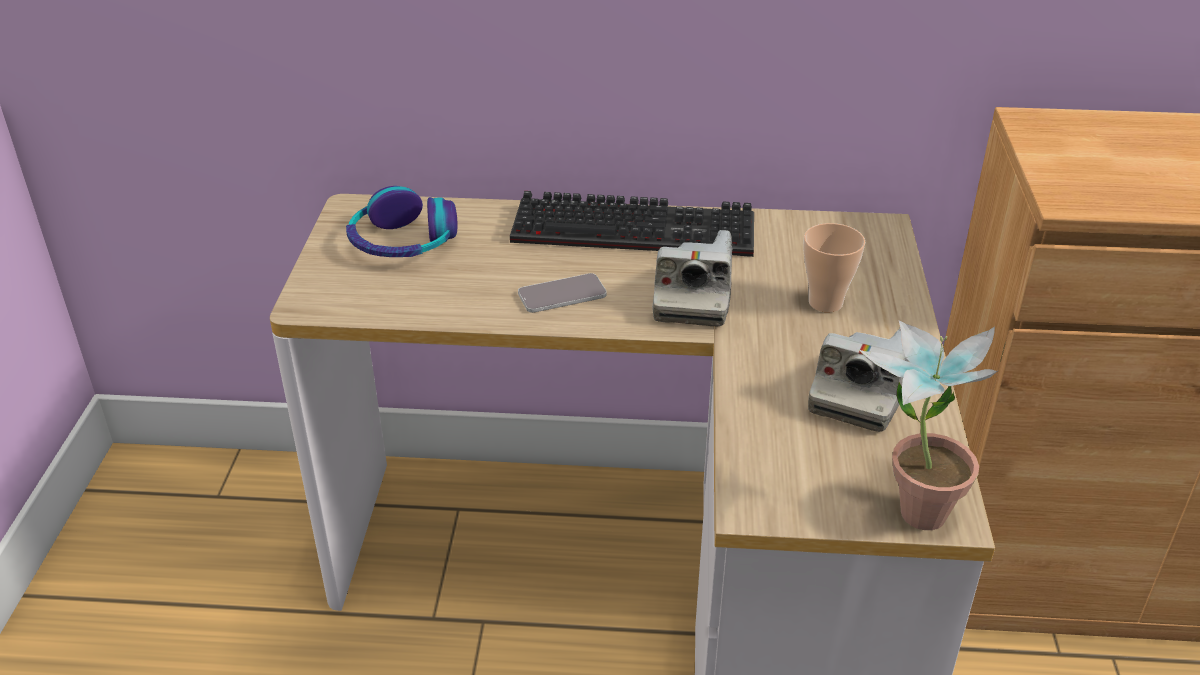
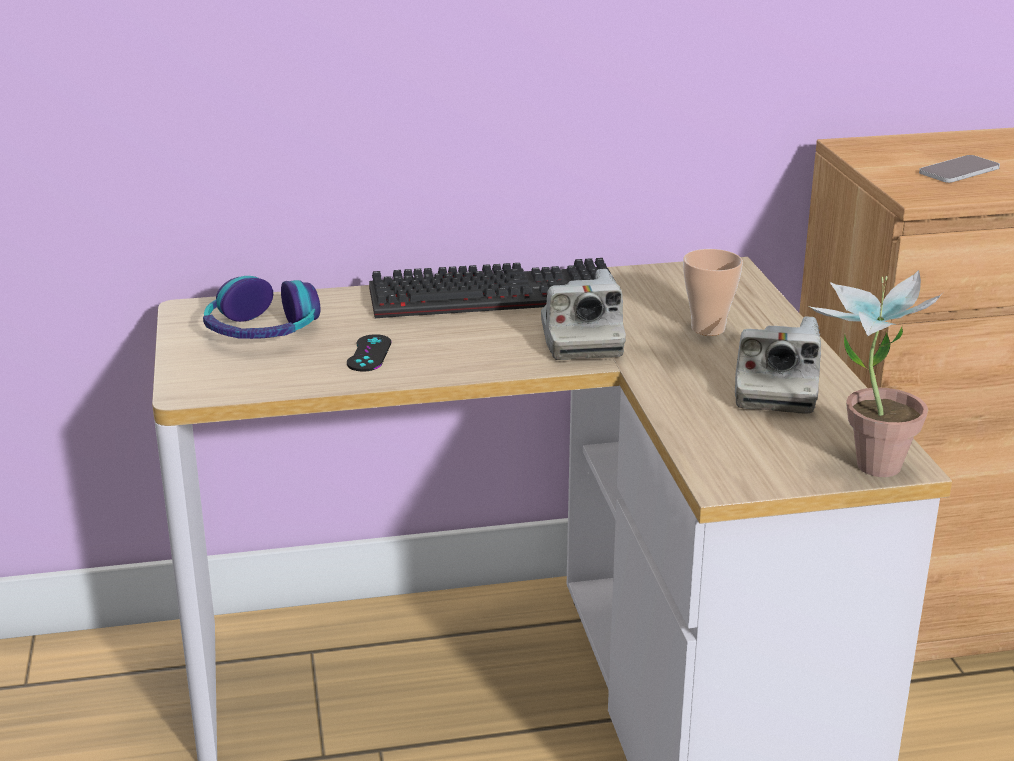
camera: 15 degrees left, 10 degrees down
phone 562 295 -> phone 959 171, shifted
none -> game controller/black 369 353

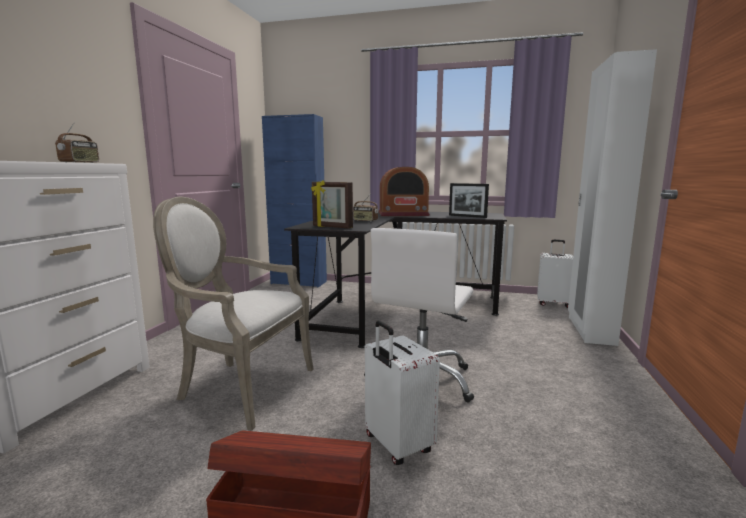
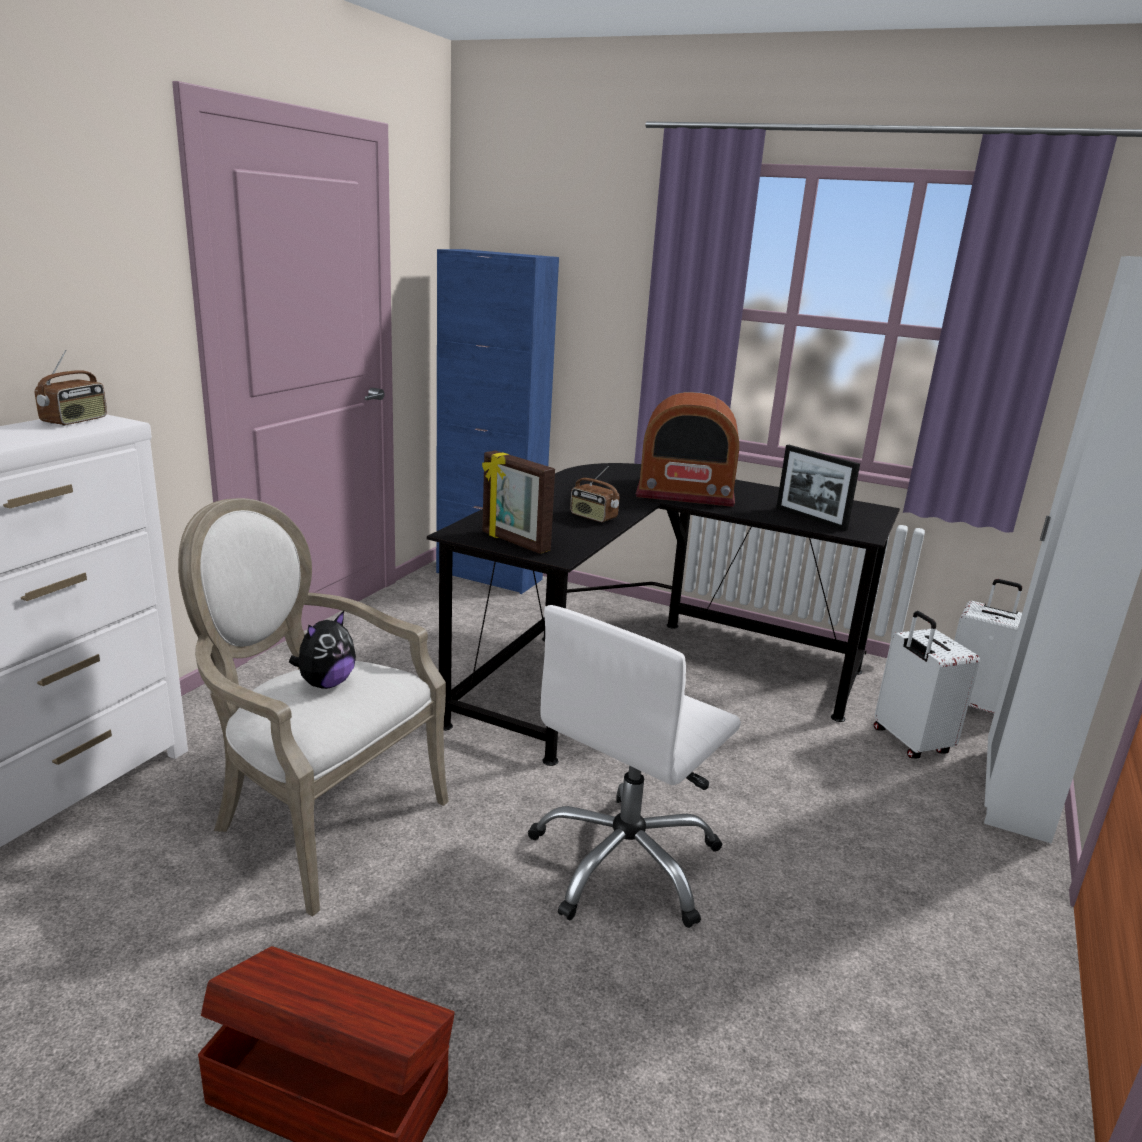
camera: 10 degrees right, 10 degrees up
suitcase/white 397 445 -> suitcase/white 909 742, shifted
none -> plush toy 326 683

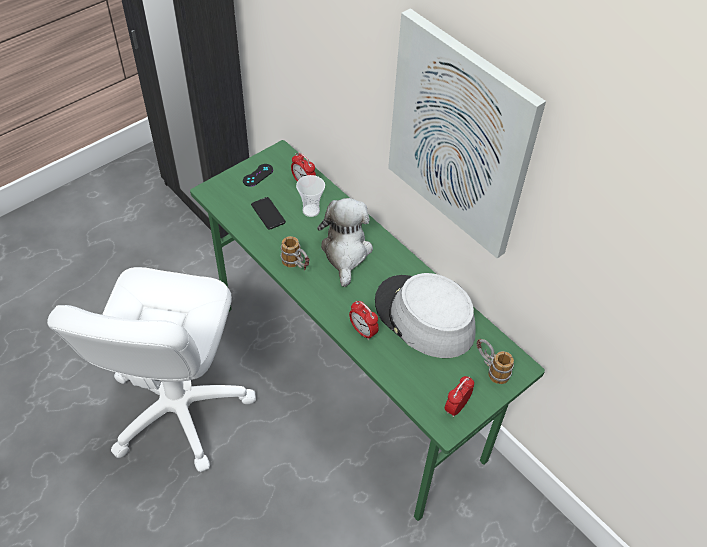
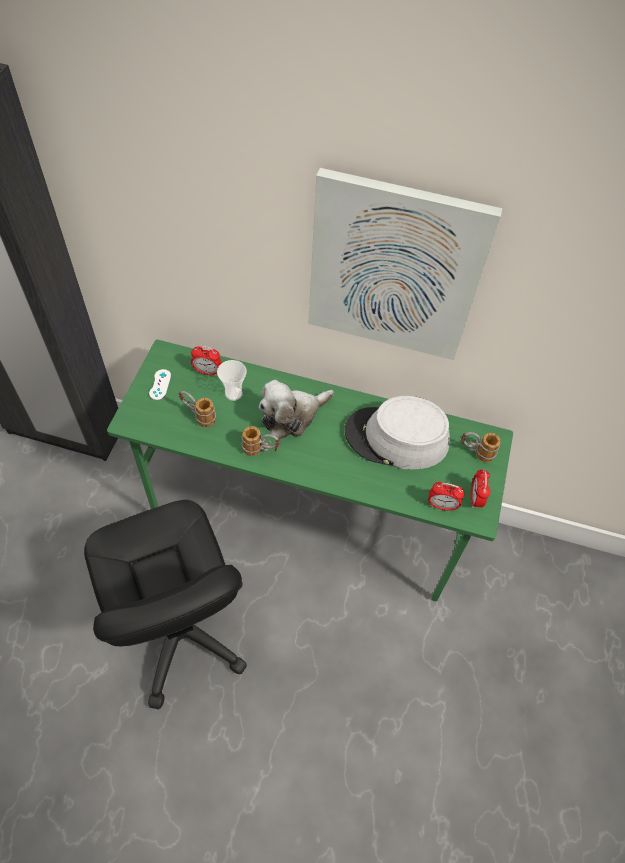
camera: 35 degrees left, 5 degrees up
office chair/white 178 408 -> office chair/black 179 631
game controller/black 258 175 -> game controller/white 160 384
phone 268 214 -> mug 198 416
plush toy 346 252 -> plush toy 292 416, 90 degrees counterclockwise
alarm clock 363 331 -> alarm clock 442 505, shifted

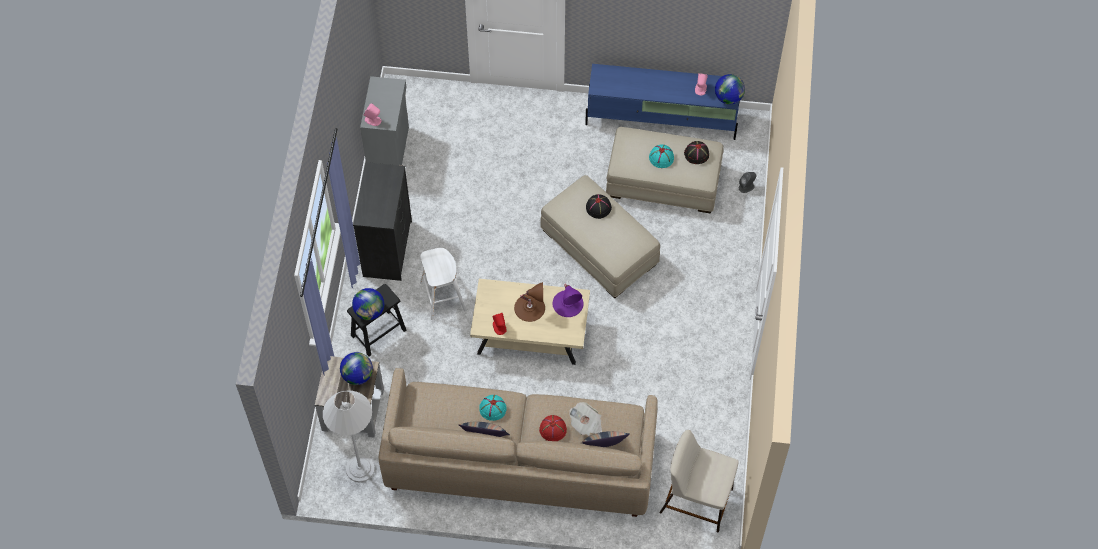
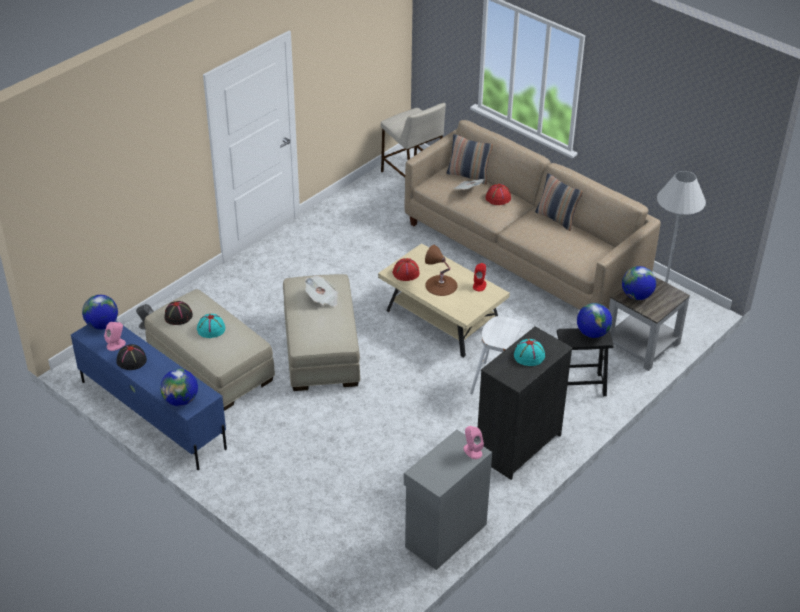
camera: 145 degrees left, 20 degrees down
hat/turquoise 492 408 -> hat/turquoise 529 355, shifted
table lamp/purple 568 303 -> hat/red 405 273
hat/black 598 207 -> hat/black 131 360, shifted
none -> globe 181 400
none -> newspaper 322 299

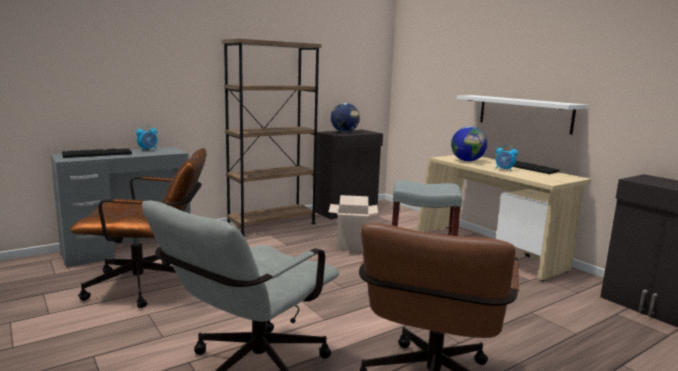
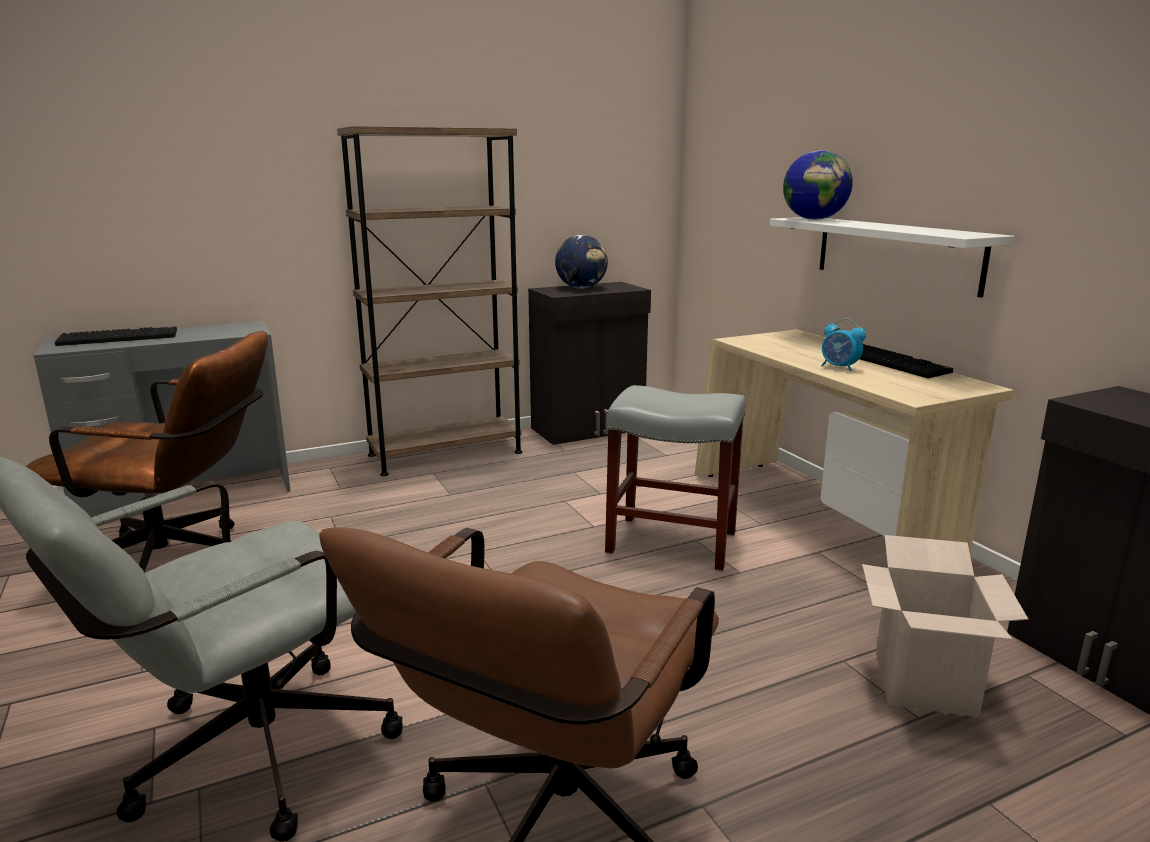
camera: 10 degrees right, 5 degrees up
alarm clock 148 149 -> none
cardboard box 351 245 -> cardboard box 924 683, shifted
globe 467 161 -> globe 814 219, shifted

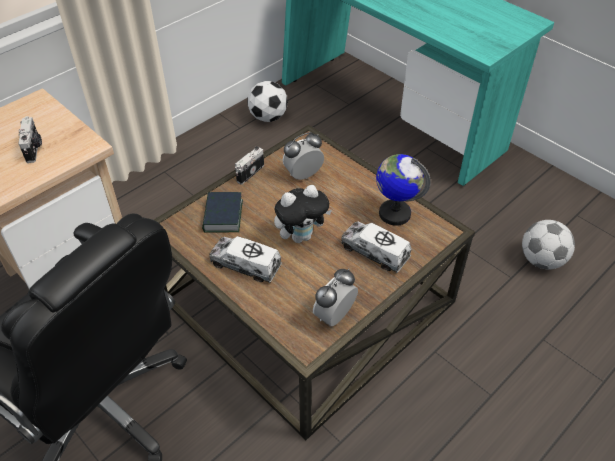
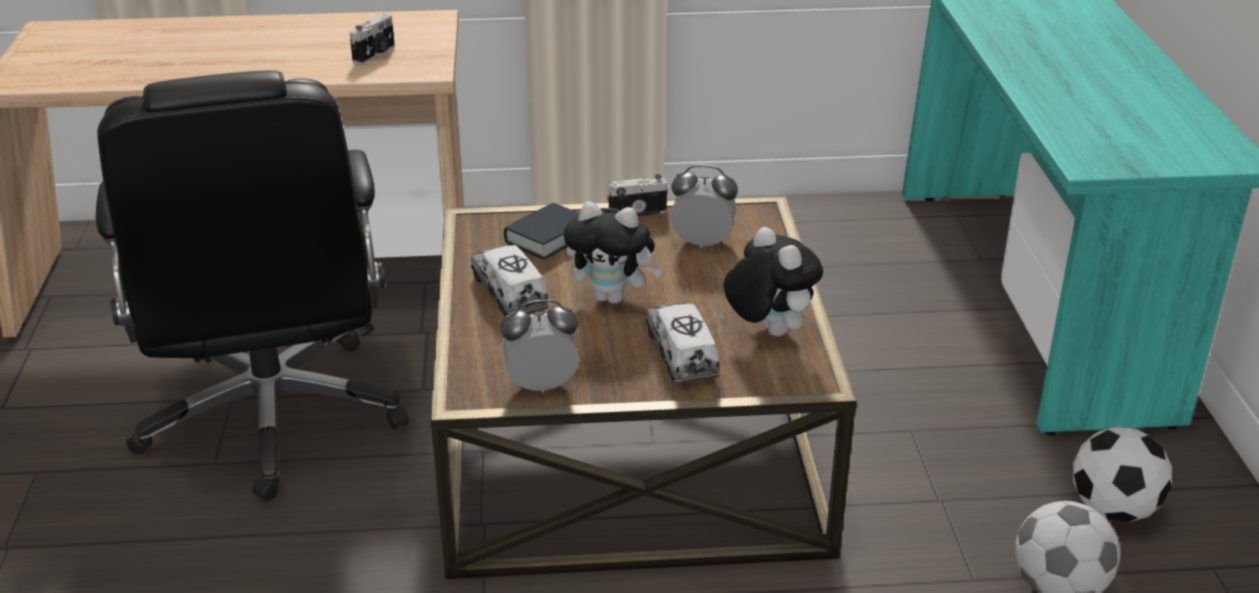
camera: 40 degrees right, 15 degrees down
football 268 117 -> football 1113 510, shifted
globe 394 213 -> plush toy 768 331

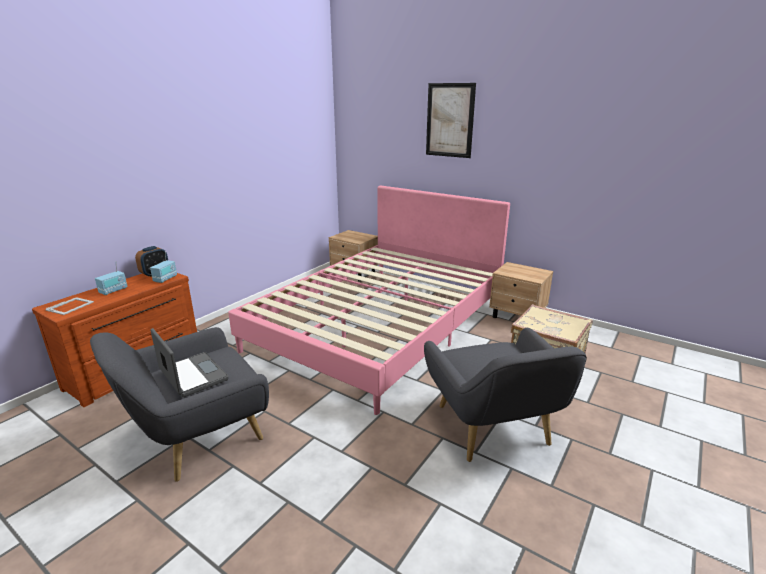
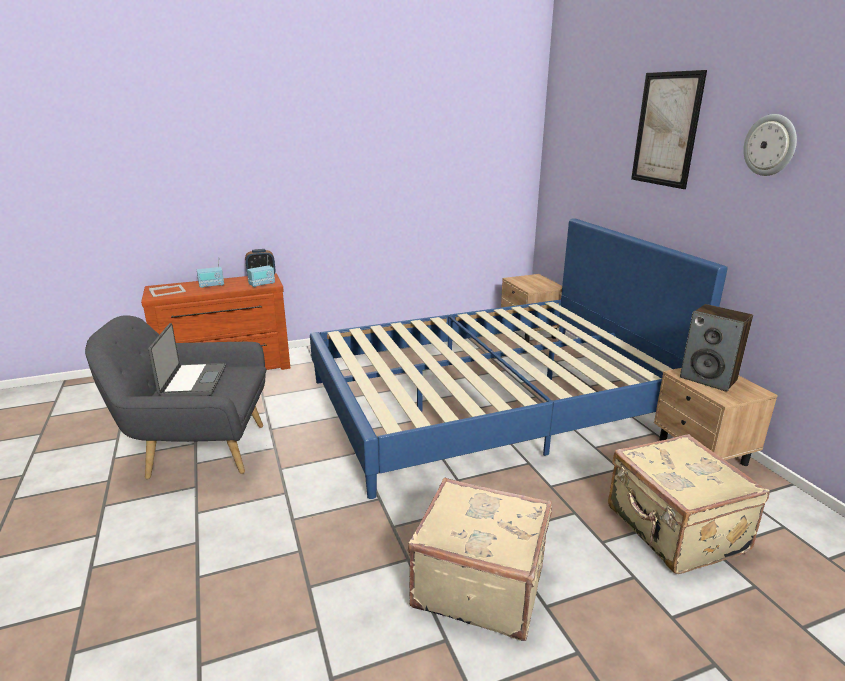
camera: 35 degrees right, 0 degrees up
bed/pink 381 325 -> bed/blue 490 401
armchair/grey 493 430 -> suitcase/beige 479 583
none -> speaker 709 379
none -> wall clock 770 145

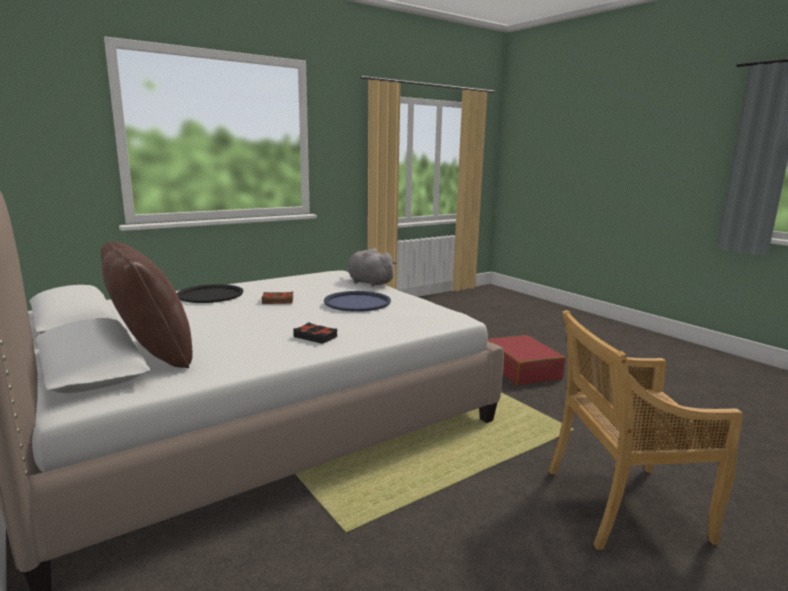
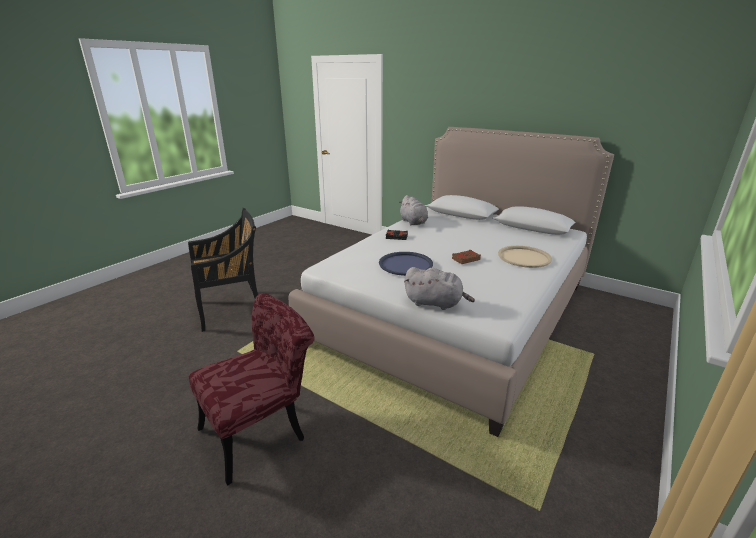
camera: 160 degrees right, 10 degrees up
pillow/brown 152 356 -> none
tray/black 210 295 -> tray/beige 524 257
suitcase/red 522 370 -> chair/red 262 429
chair/beige 622 505 -> chair/black 232 309
none -> plush toy/grey 414 222

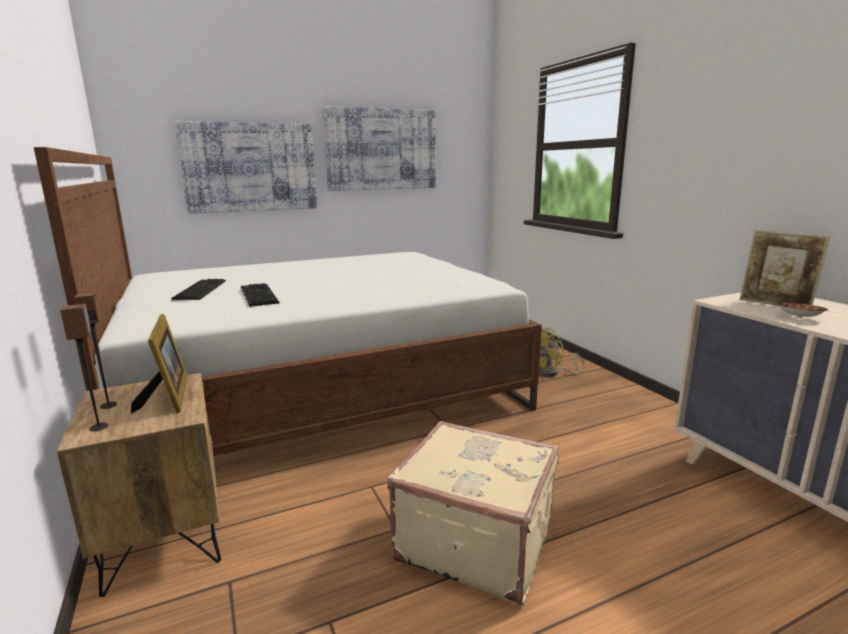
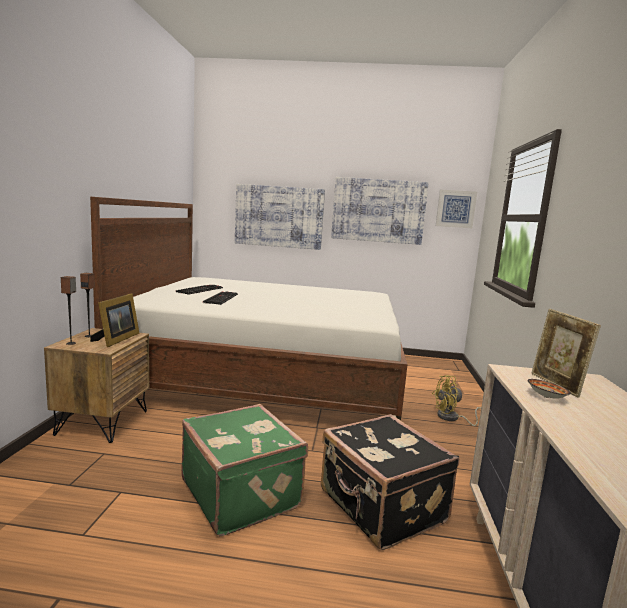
camera: 30 degrees right, 5 degrees down
suitcase/beige 475 540 -> suitcase/green 242 493
none -> suitcase/black 381 507
none -> picture 455 209

